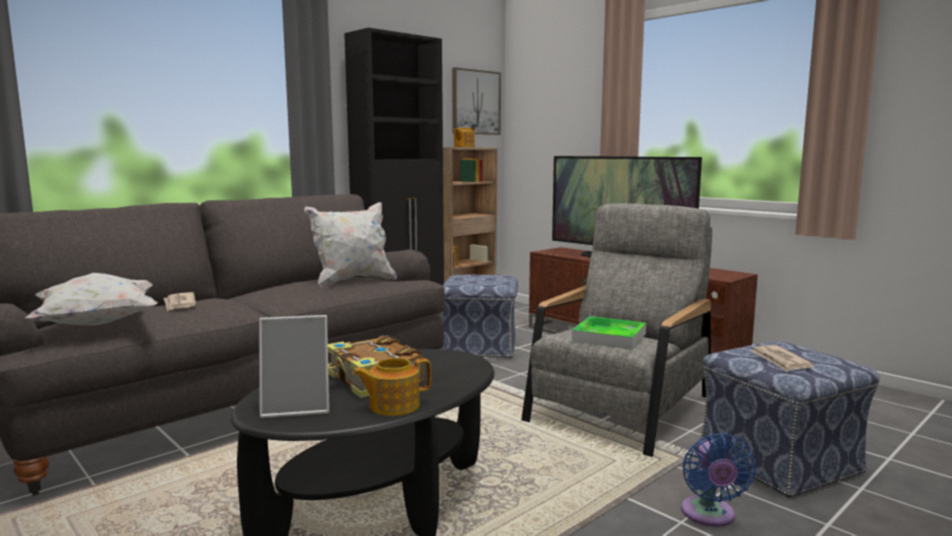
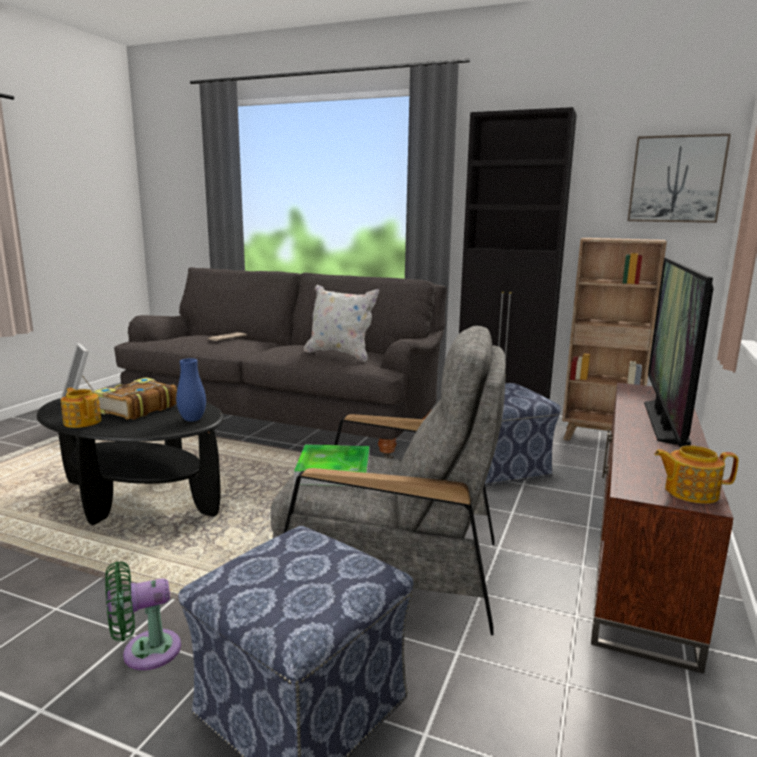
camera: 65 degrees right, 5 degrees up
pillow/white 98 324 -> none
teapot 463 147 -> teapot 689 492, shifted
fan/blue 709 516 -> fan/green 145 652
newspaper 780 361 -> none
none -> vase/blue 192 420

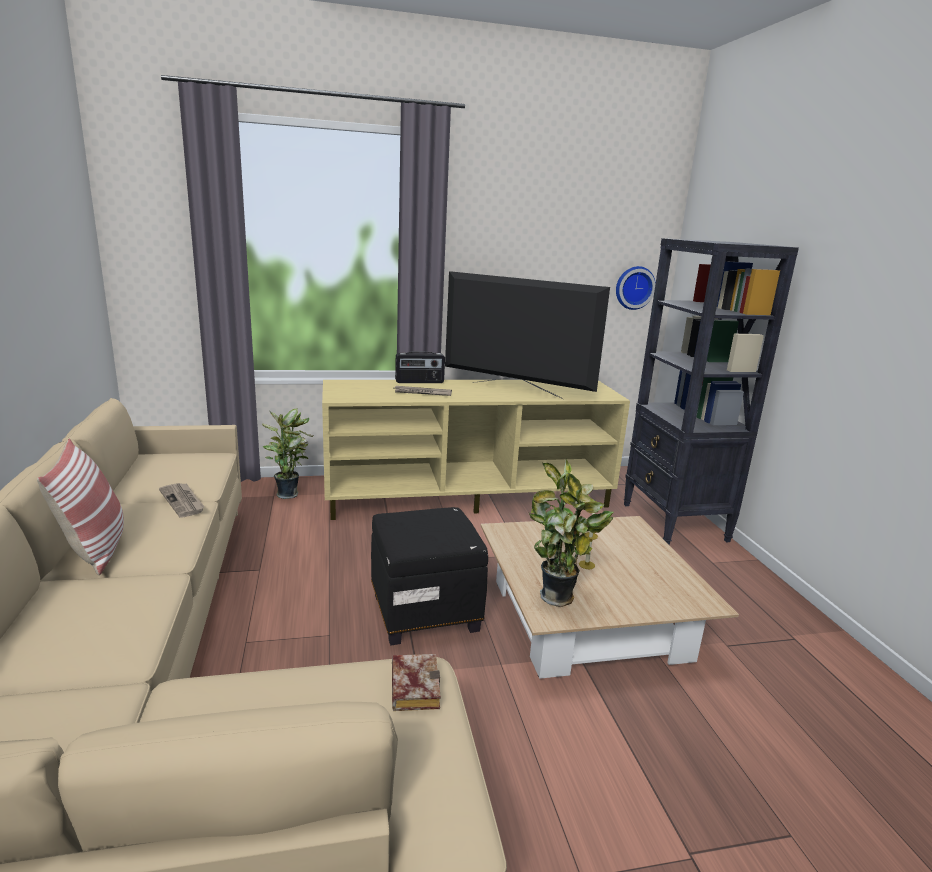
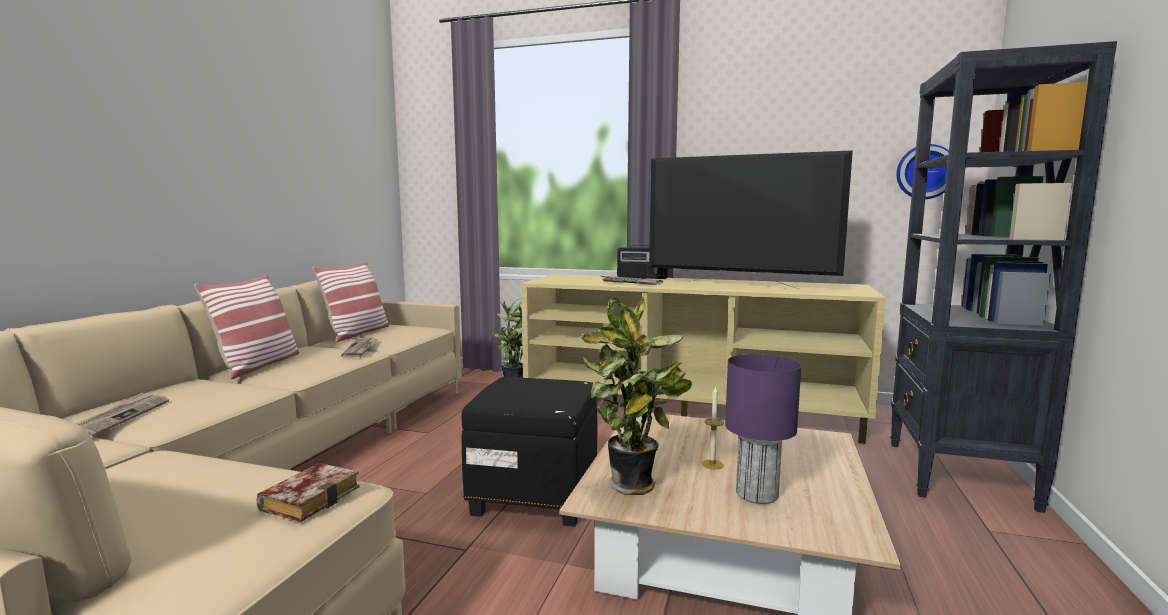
camera: 30 degrees right, 10 degrees down
television 515 391 -> television 739 286, 150 degrees clockwise
none -> newspaper 117 418
none -> pillow 357 333
none -> table lamp/purple 756 493

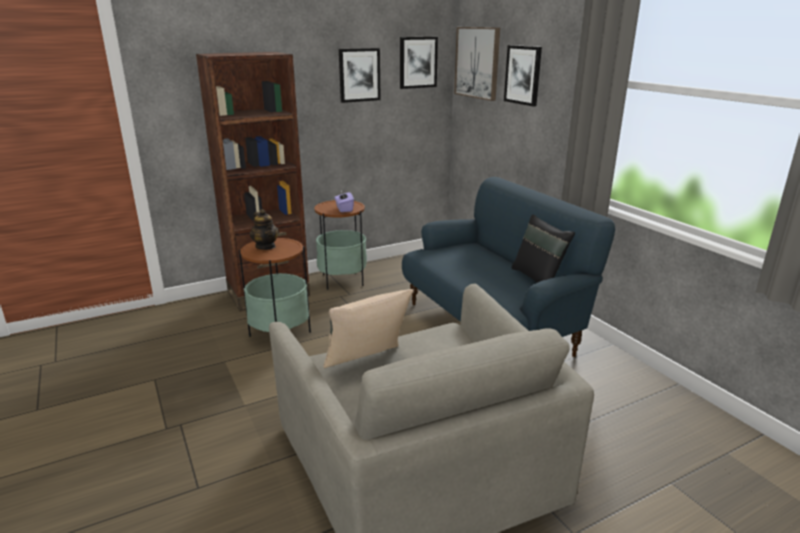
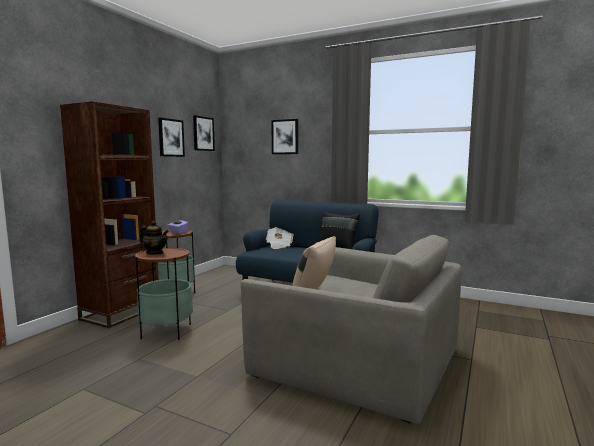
camera: 35 degrees left, 15 degrees down
picture 477 62 -> none
none -> newspaper 279 245

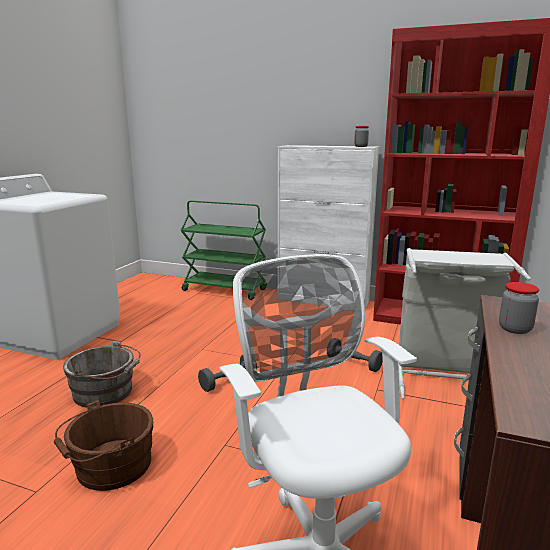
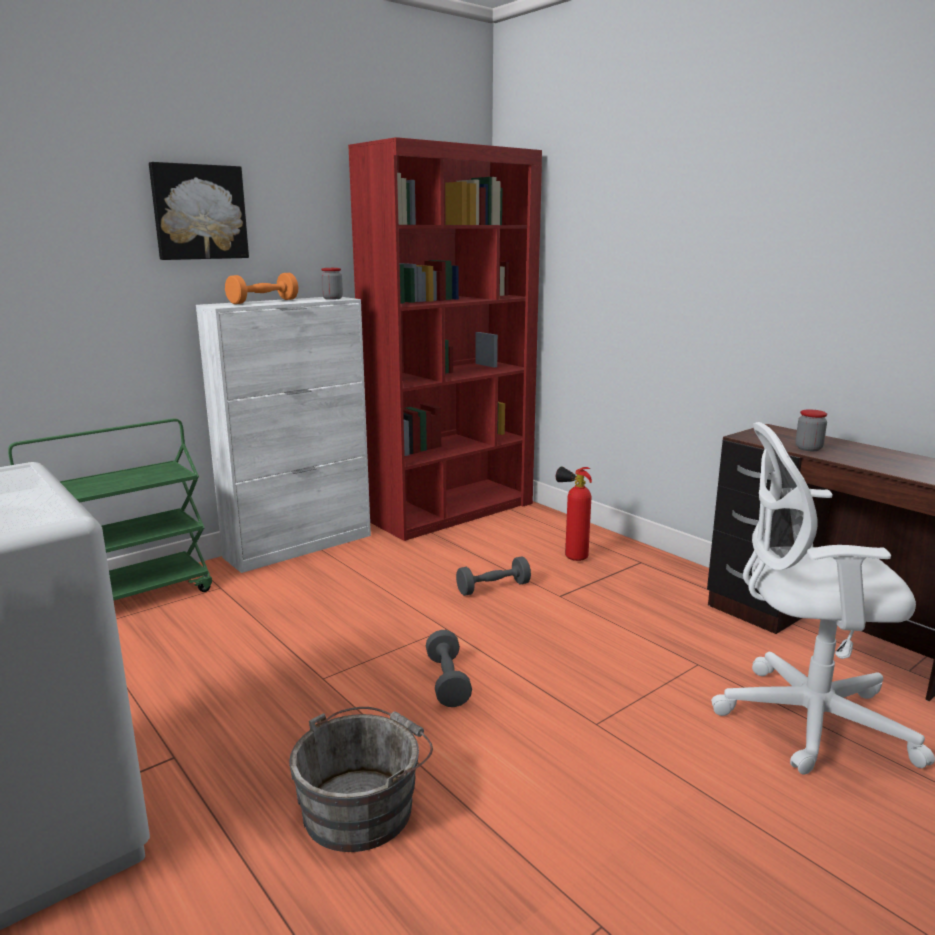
camera: 60 degrees left, 0 degrees up
bucket/brown 109 467 -> none
laundry basket/grey 445 378 -> fire extinguisher 571 557
none -> picture 199 212
none -> dumbbell/orange 263 301

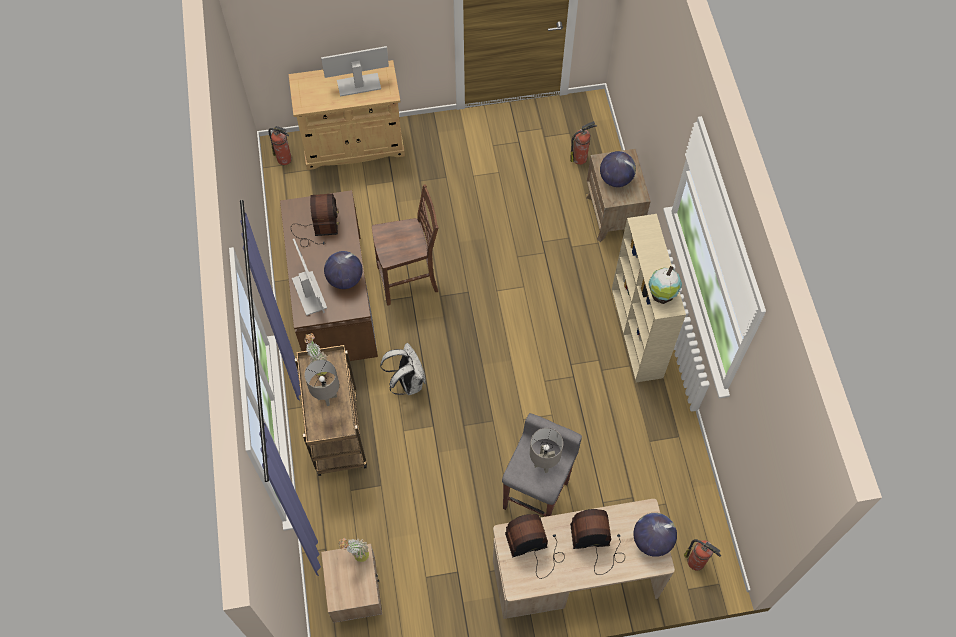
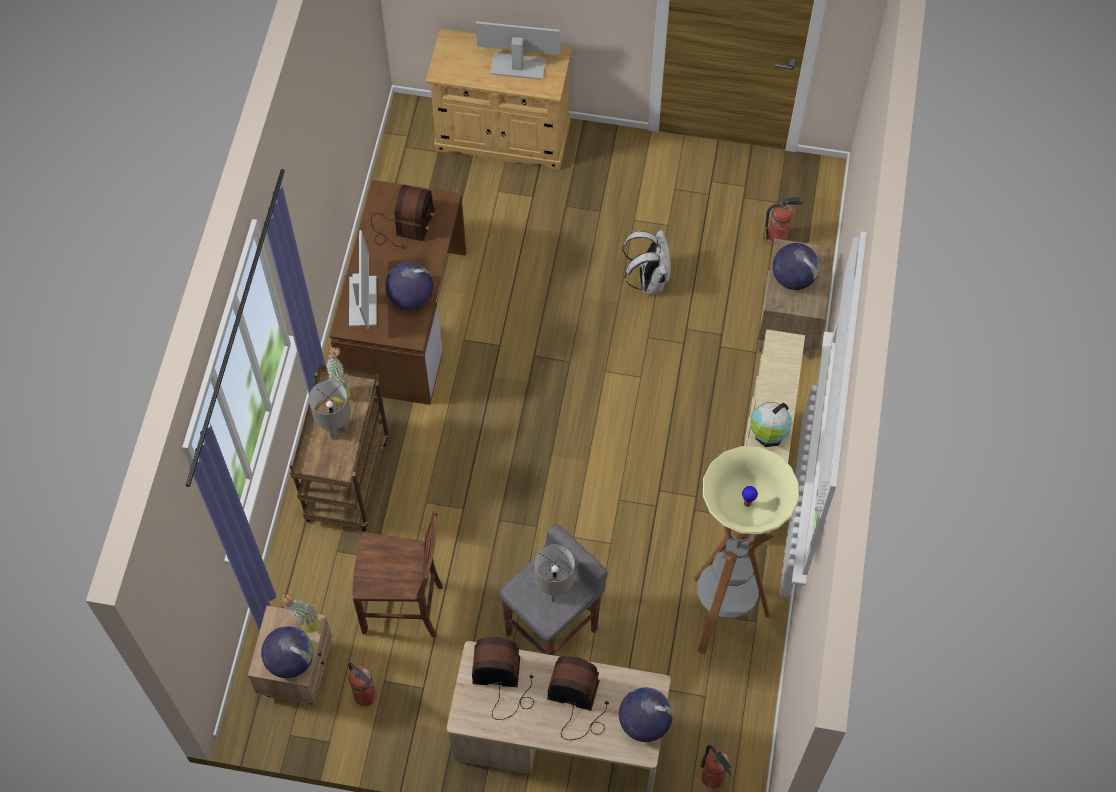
camera: 20 degrees right, 0 degrees up
fire extinguisher 285 159 -> fire extinguisher 366 696, shifted
chair/brown 409 281 -> chair/brown 405 609, shifted
backpack/white 407 382 -> backpack/white 649 279, shifted
none -> globe 290 660
none -> floor lamp 722 614

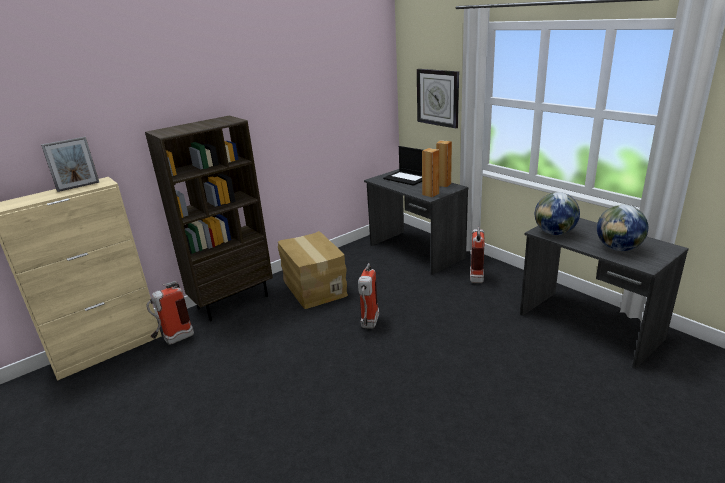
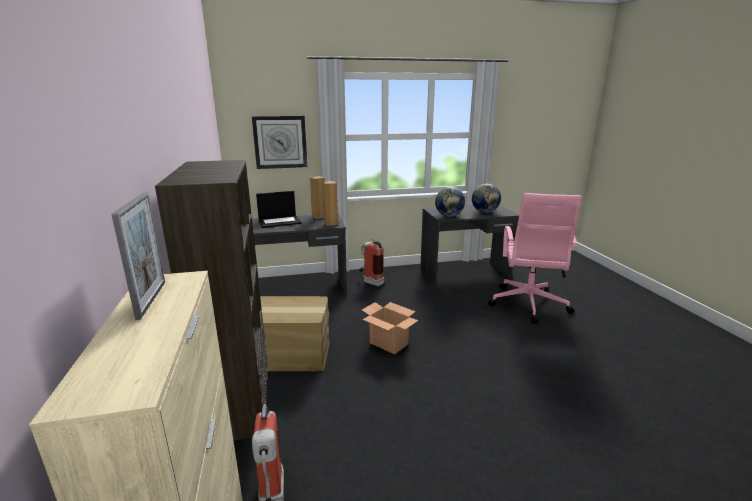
camera: 65 degrees left, 5 degrees down
fire extinguisher 369 325 -> cardboard box 389 343
none -> office chair/pink 528 305

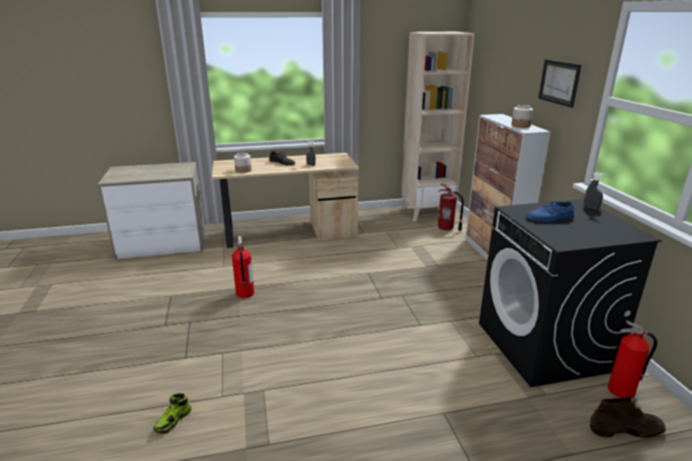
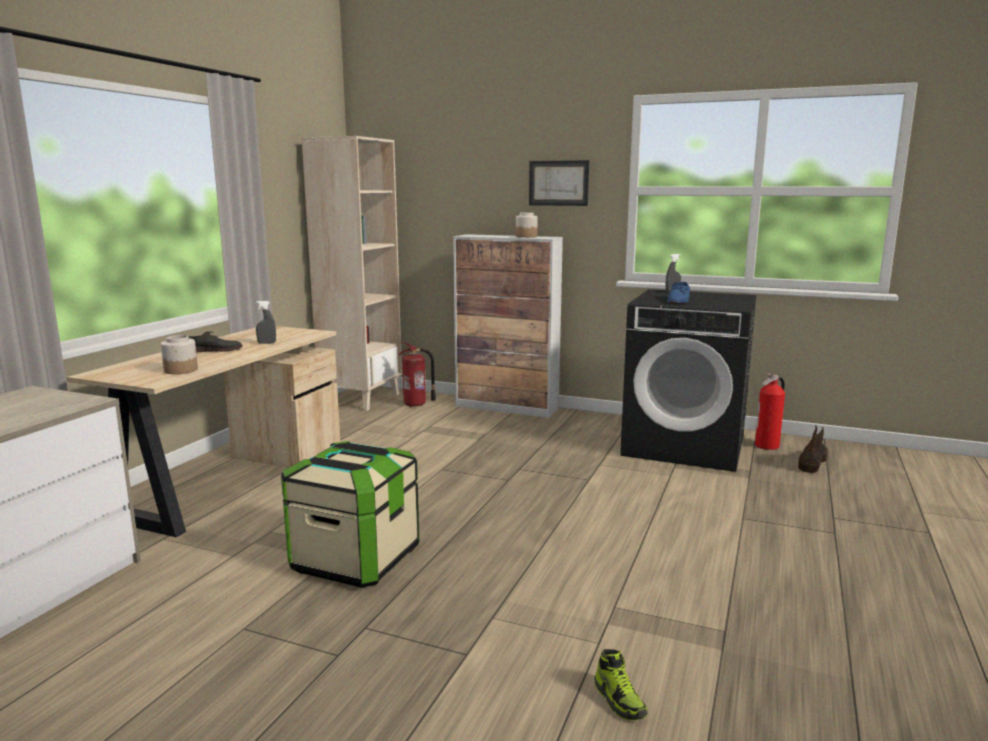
camera: 55 degrees left, 10 degrees down
fire extinguisher 244 294 -> storage box 355 559

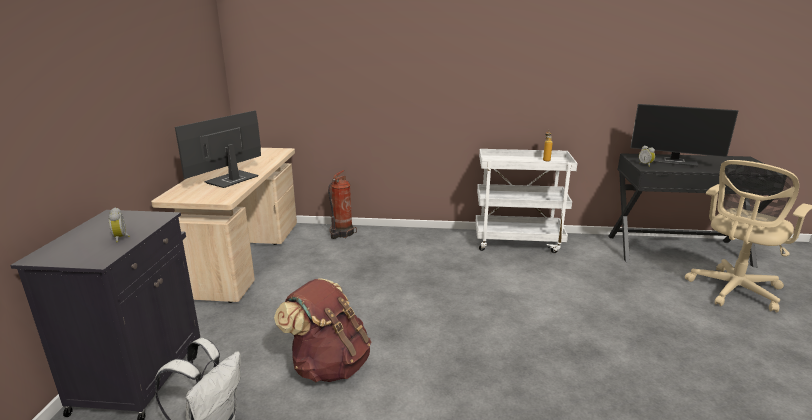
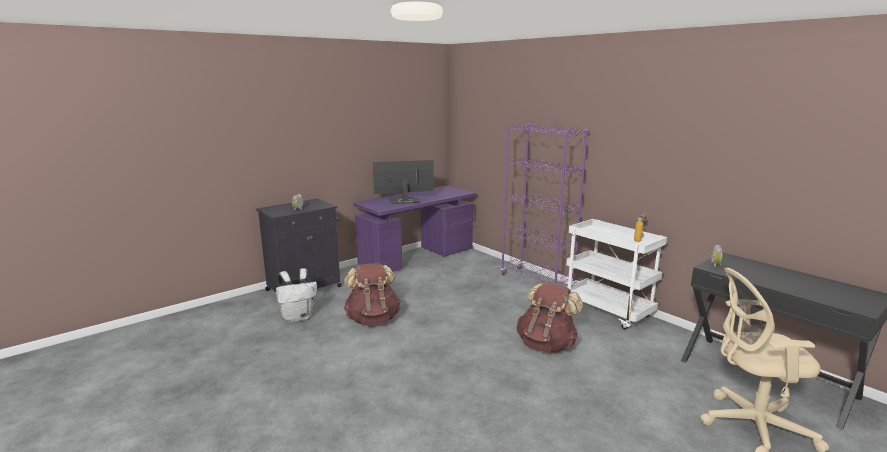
camera: 45 degrees right, 5 degrees down
desk/beige 245 258 -> desk/purple 417 258
fire extinguisher 341 233 -> none
monitor 675 162 -> none
none -> bookcase/purple 536 282
none -> backpack/brown 546 345

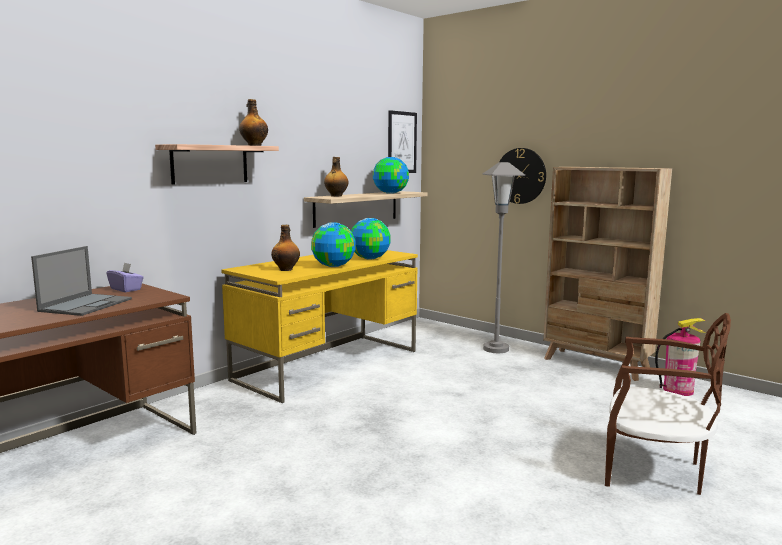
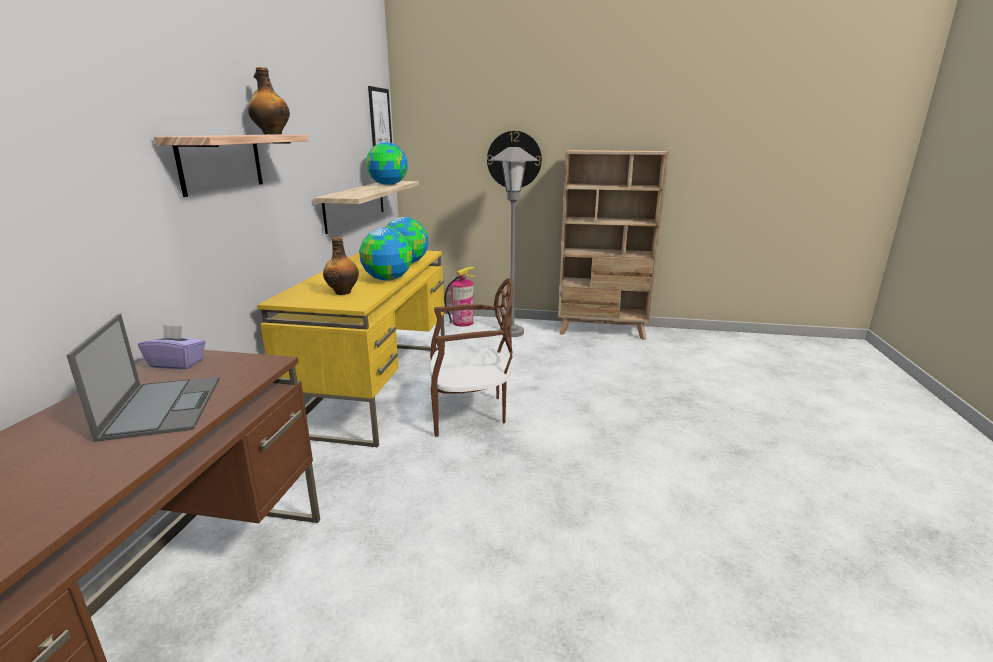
camera: 30 degrees left, 10 degrees up
bottle 336 196 -> none
chair/brown 654 470 -> chair/brown 470 412, shifted
fire extinguisher 678 390 -> fire extinguisher 463 322, shifted

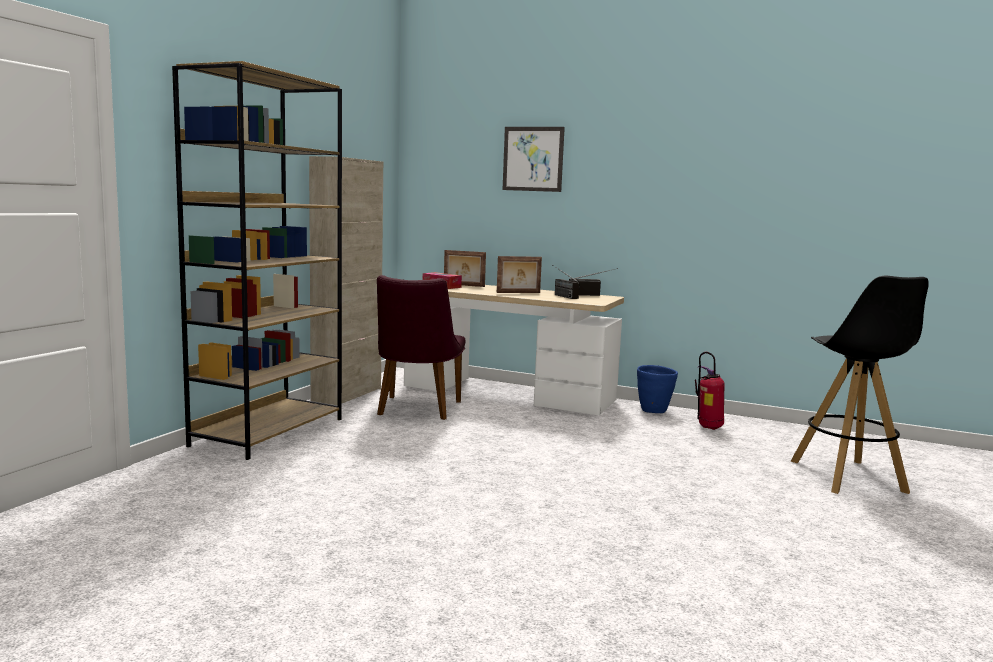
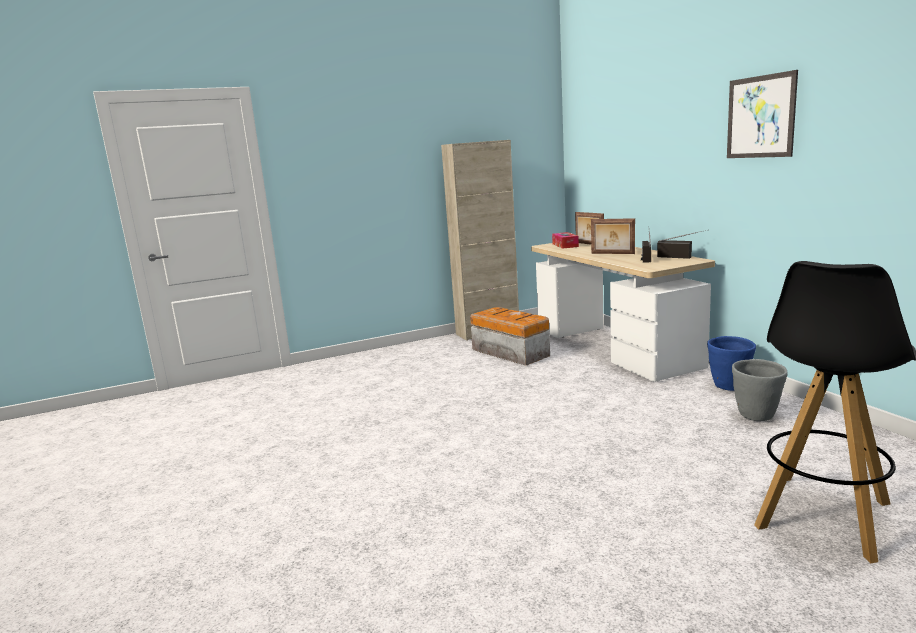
camera: 45 degrees right, 5 degrees up
bookcase/brown 269 431 -> none
chair/purple 416 410 -> storage box 510 352
picture 533 159 -> picture 760 117, shifted
fire extinguisher 708 427 -> planter/grey 756 416

